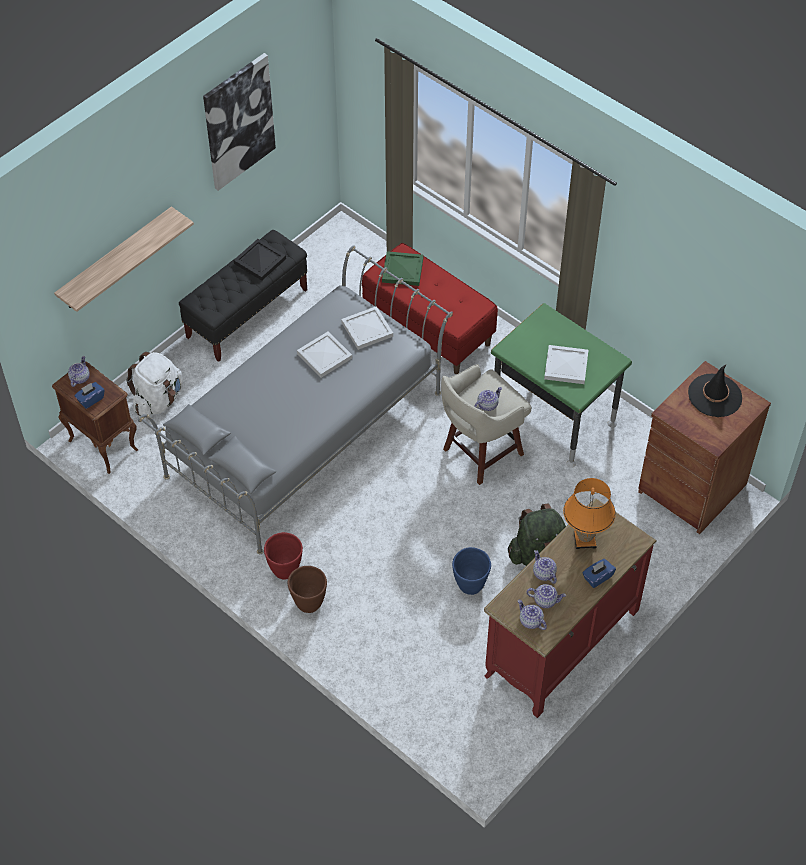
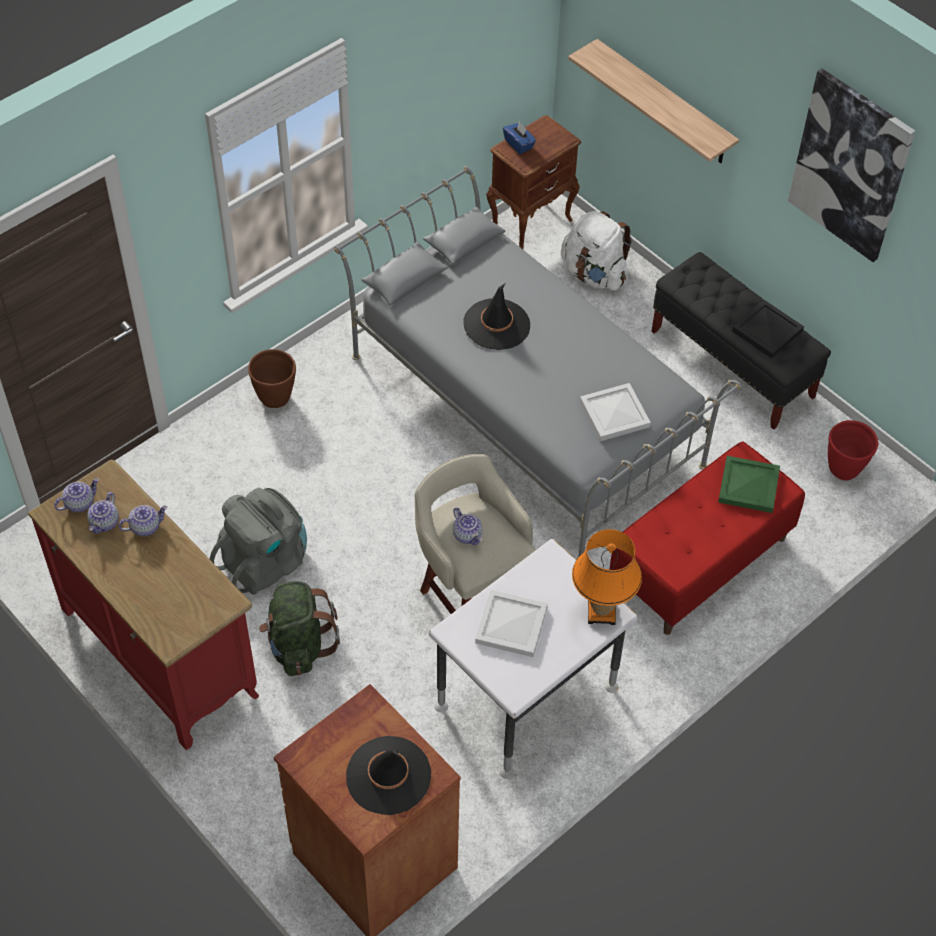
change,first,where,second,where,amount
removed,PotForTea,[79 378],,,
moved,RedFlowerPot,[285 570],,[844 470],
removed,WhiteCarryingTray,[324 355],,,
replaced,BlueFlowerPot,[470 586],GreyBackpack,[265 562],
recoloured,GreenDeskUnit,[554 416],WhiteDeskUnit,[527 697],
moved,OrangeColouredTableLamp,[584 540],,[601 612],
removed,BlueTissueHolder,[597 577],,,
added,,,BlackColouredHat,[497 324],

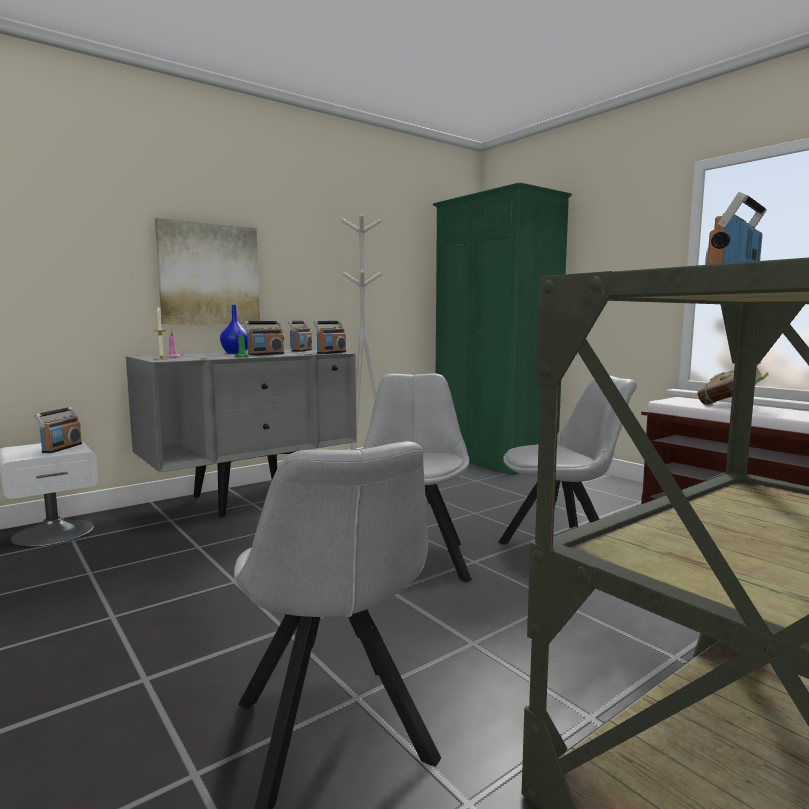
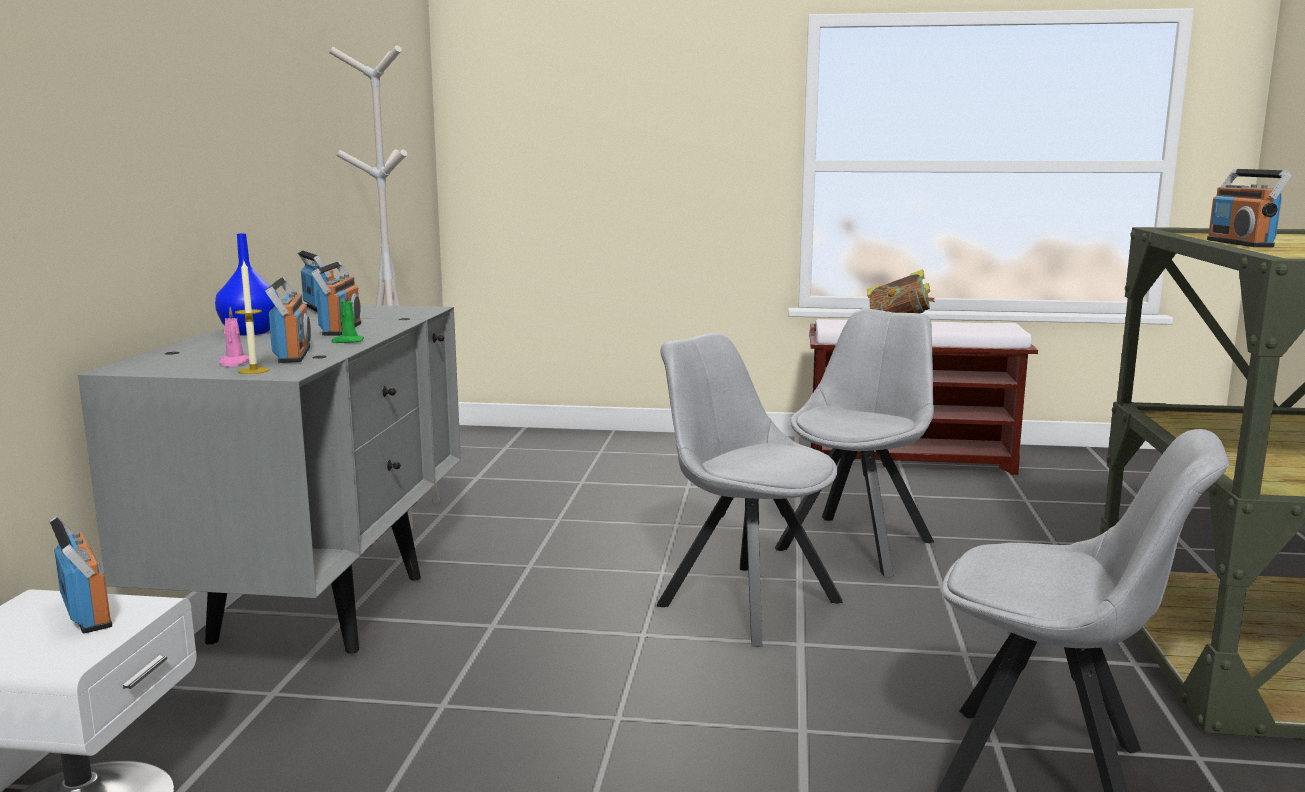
change,first,where,second,where,amount
removed,Picture,[209 274],,,
moved,Radio,[331 353],,[293 355],
removed,GreenArmoire,[493 459],,,

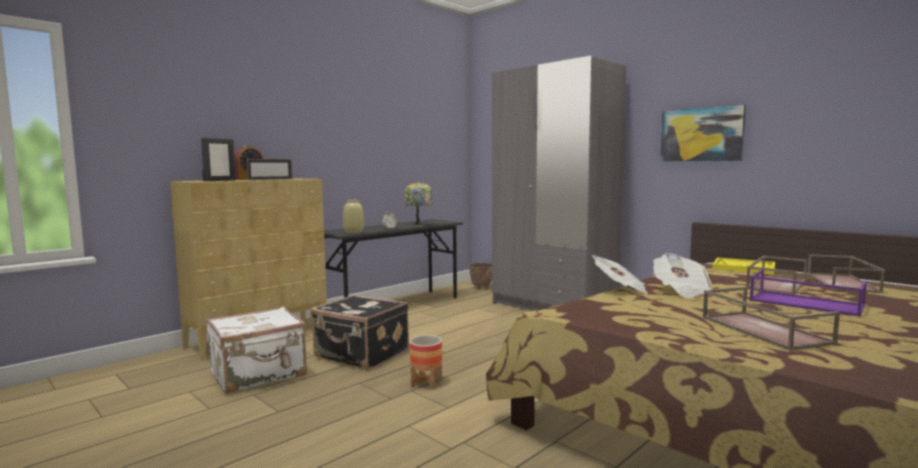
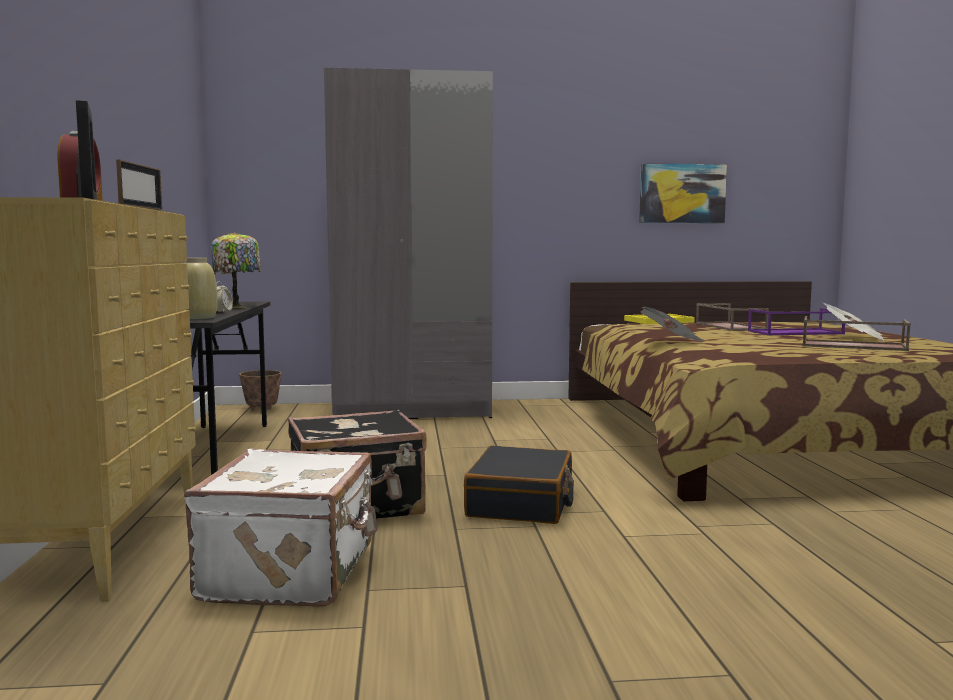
change,first,where,second,where,amount
replaced,FlowerPot,[426 383],BlackColouredPieceOfLuggage,[521 503],
moved,Newspaper,[681 290],,[854 338],
moved,Picture,[701 135],,[682 193],
removed,BrownColouredCarryingTray,[843 283],,,

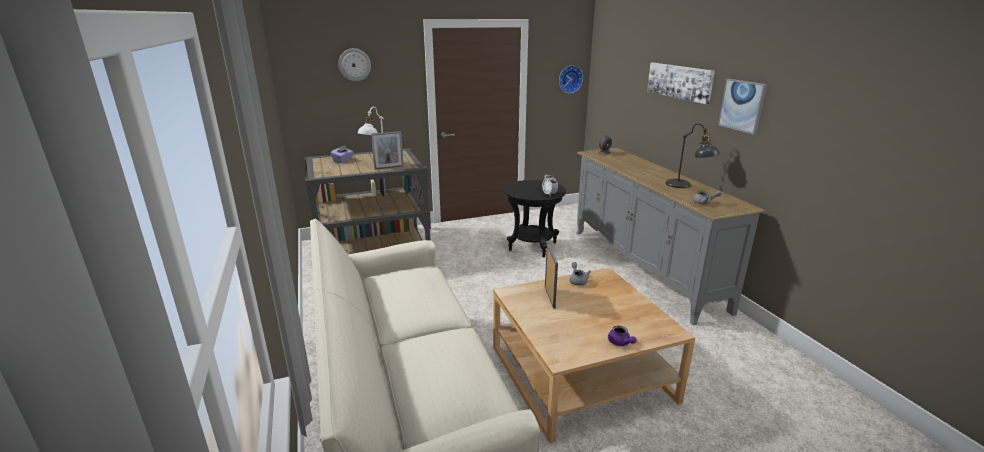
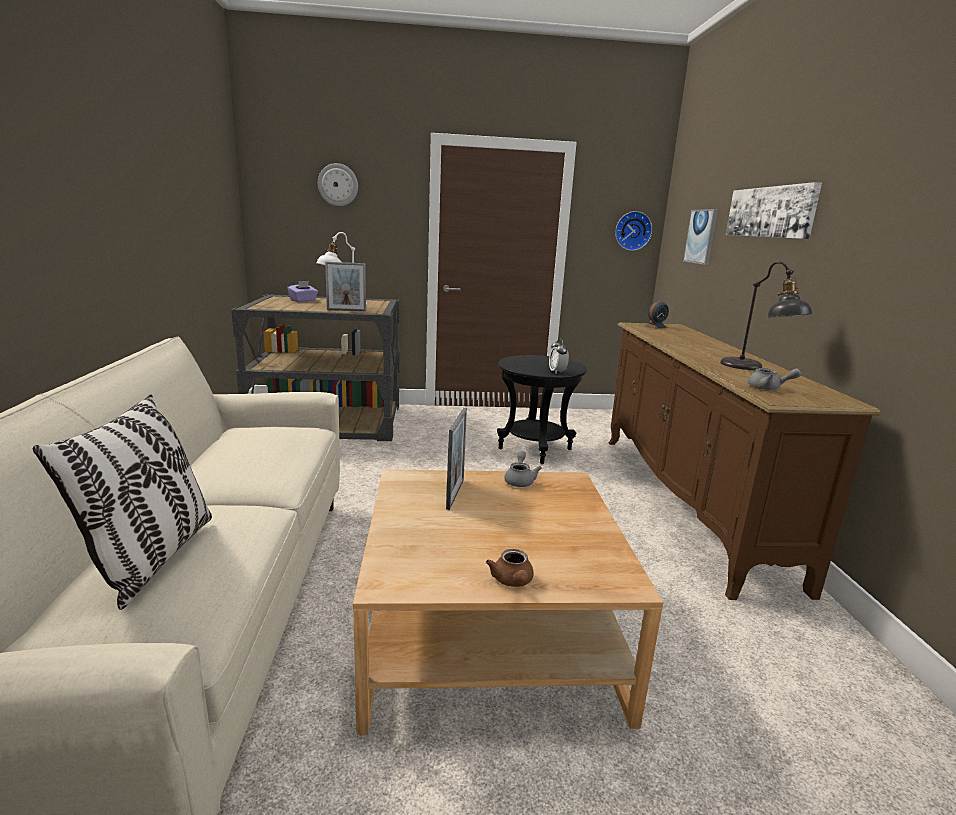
change,first,where,second,where,amount
recoloured,GreyCabinet,[642 267],BrownColouredCabinet,[685 501],
recoloured,PurplishPotForTea,[620 343],BrownColouredPotForTea,[512 581],
moved,Picture,[742 105],,[701 236],
added,,,Pillow,[153 558],

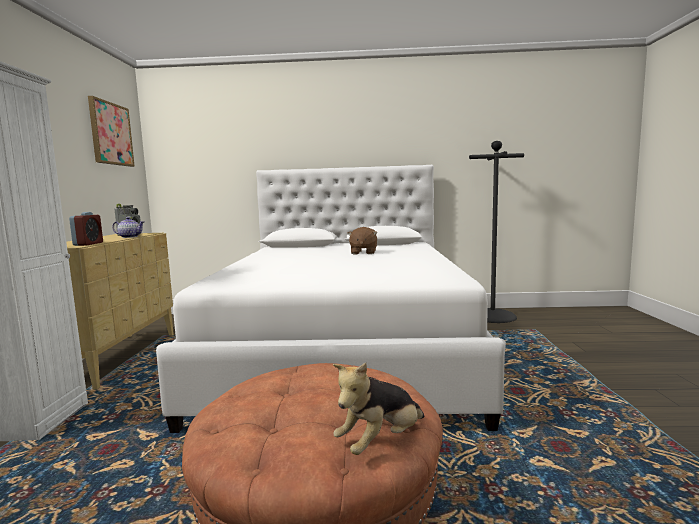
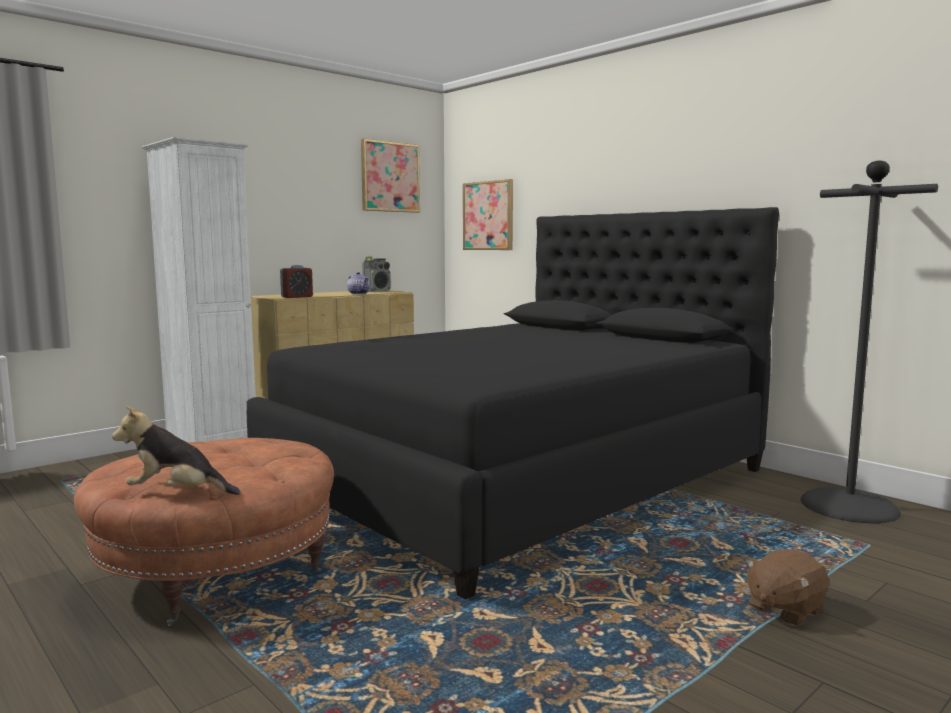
change,first,where,second,where,amount
recoloured,WhiteBedroomBed,[343 352],BlackColouredBedroomBed,[517 478],
moved,BrownColouredCuddlyToy,[363 252],,[784 609],
added,,,Picture,[488 216],

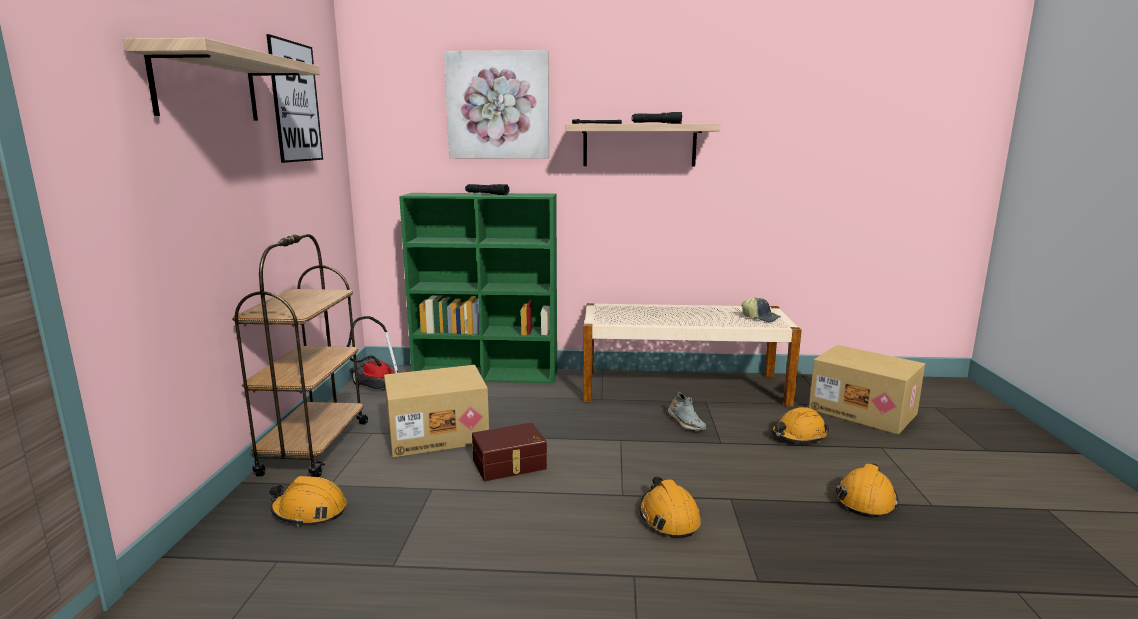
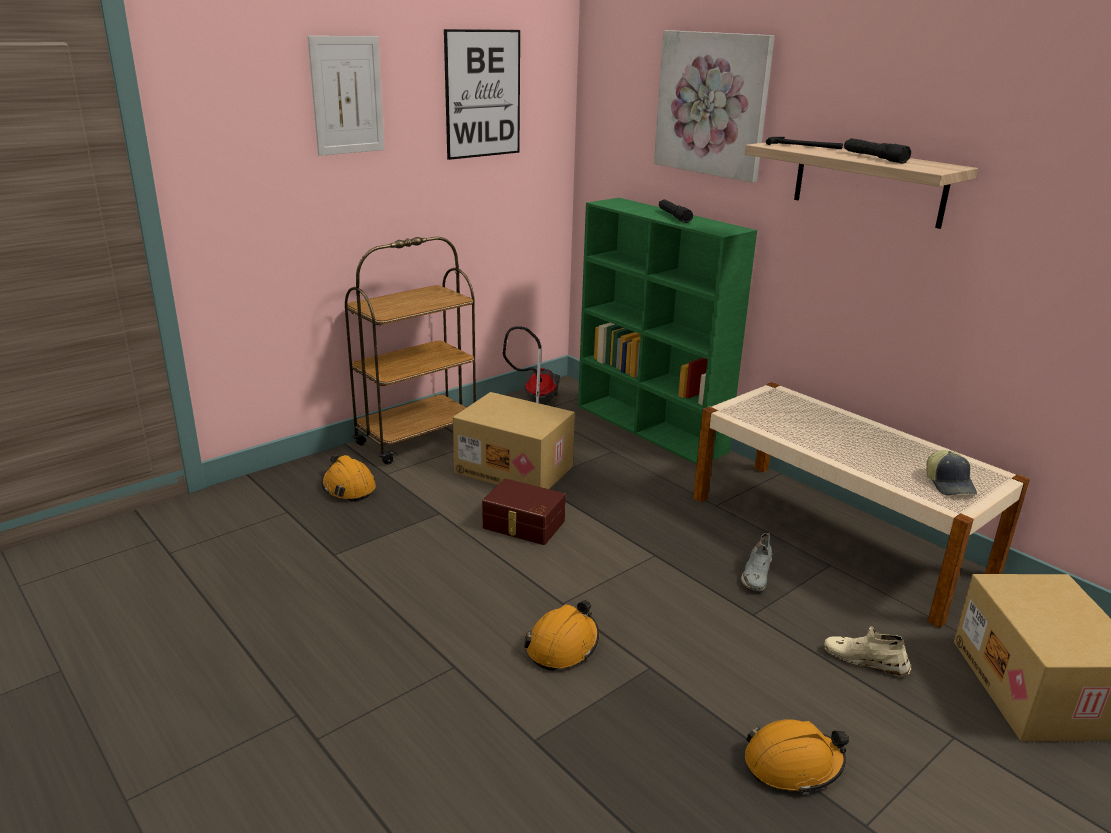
change,first,where,second,where,amount
replaced,WallShelf,[207 86],Picture,[347 95],
replaced,OrangeColouredHardHat,[798 436],SandColouredLowShoe,[865 660],

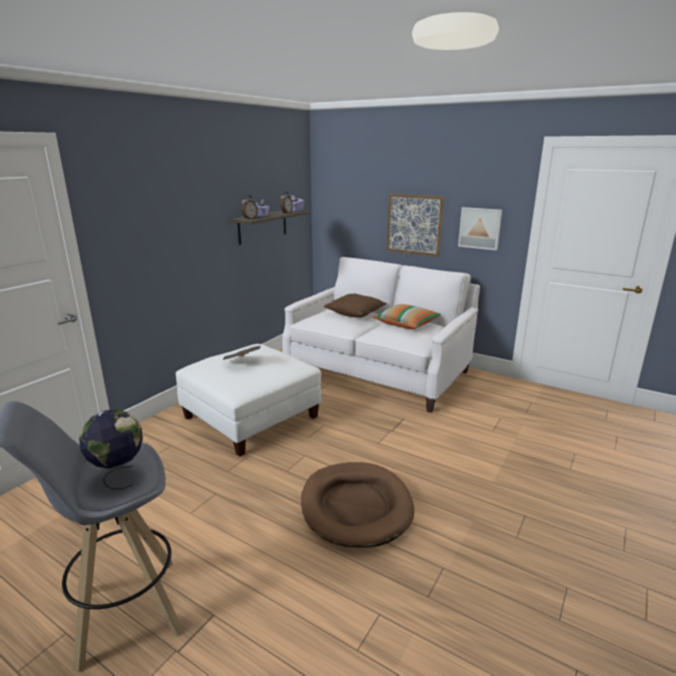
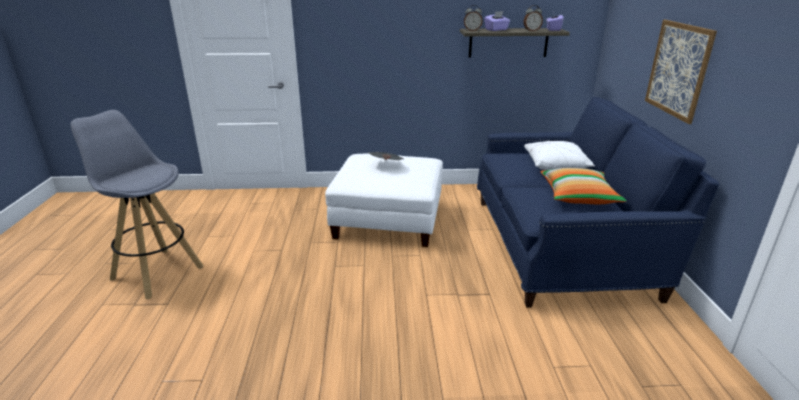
change,first,where,second,where,amount
removed,Globe,[119 475],,,
recoloured,WhiteSettee,[379 371],BlueSettee,[562 244],
removed,BrownColouredDogBed,[356 506],,,
recoloured,BrownColouredPillow,[355 313],WhitePillow,[556 165],
removed,Picture,[480 228],,,

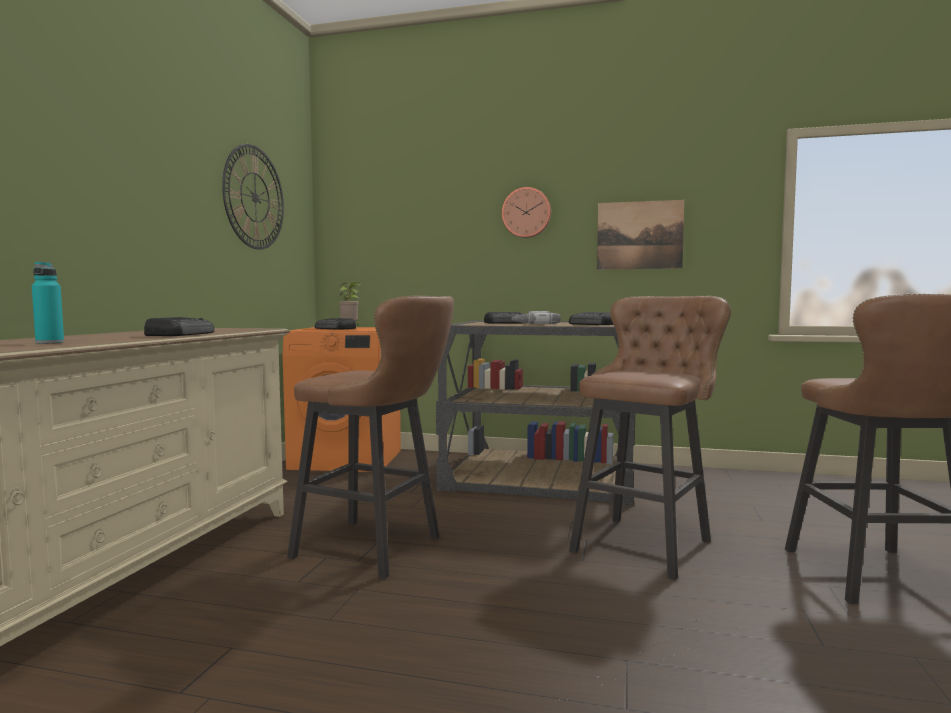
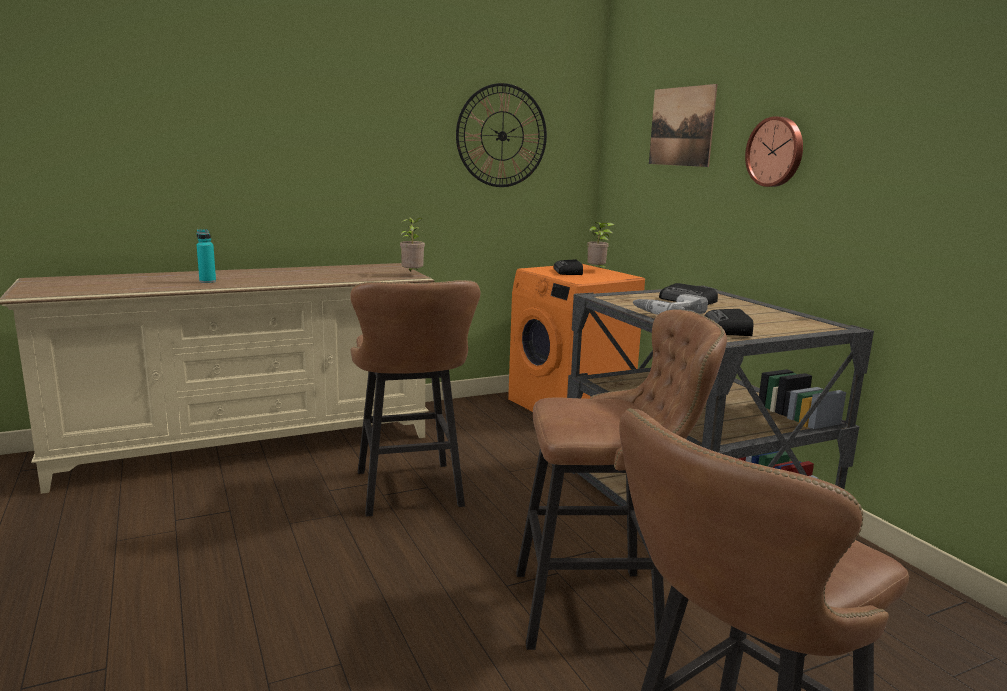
change,first,where,second,where,amount
removed,Radio,[181 334],,,
moved,Picture,[639 235],,[681 126],
added,,,Houseplant,[412 275],

